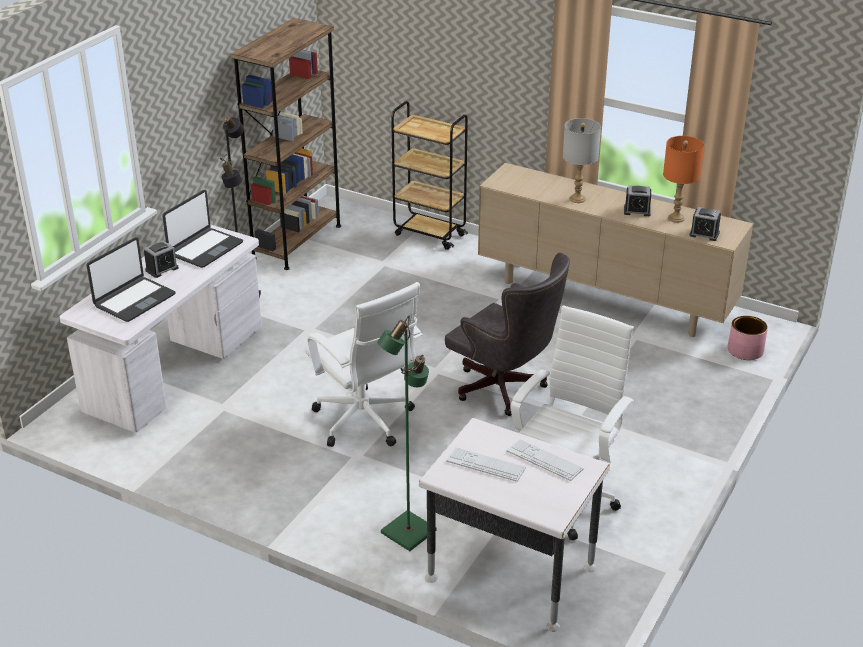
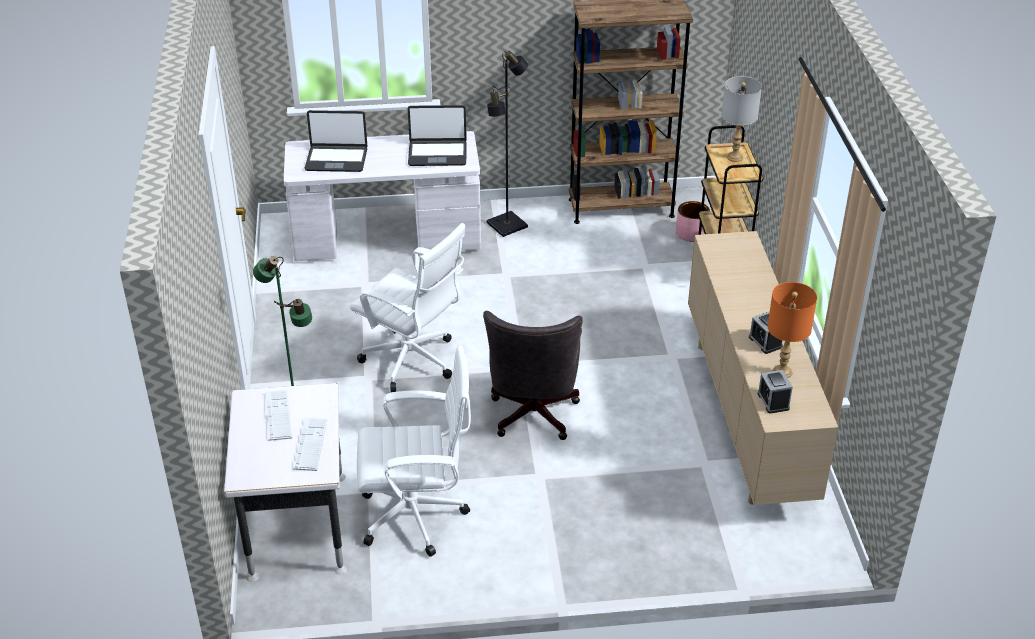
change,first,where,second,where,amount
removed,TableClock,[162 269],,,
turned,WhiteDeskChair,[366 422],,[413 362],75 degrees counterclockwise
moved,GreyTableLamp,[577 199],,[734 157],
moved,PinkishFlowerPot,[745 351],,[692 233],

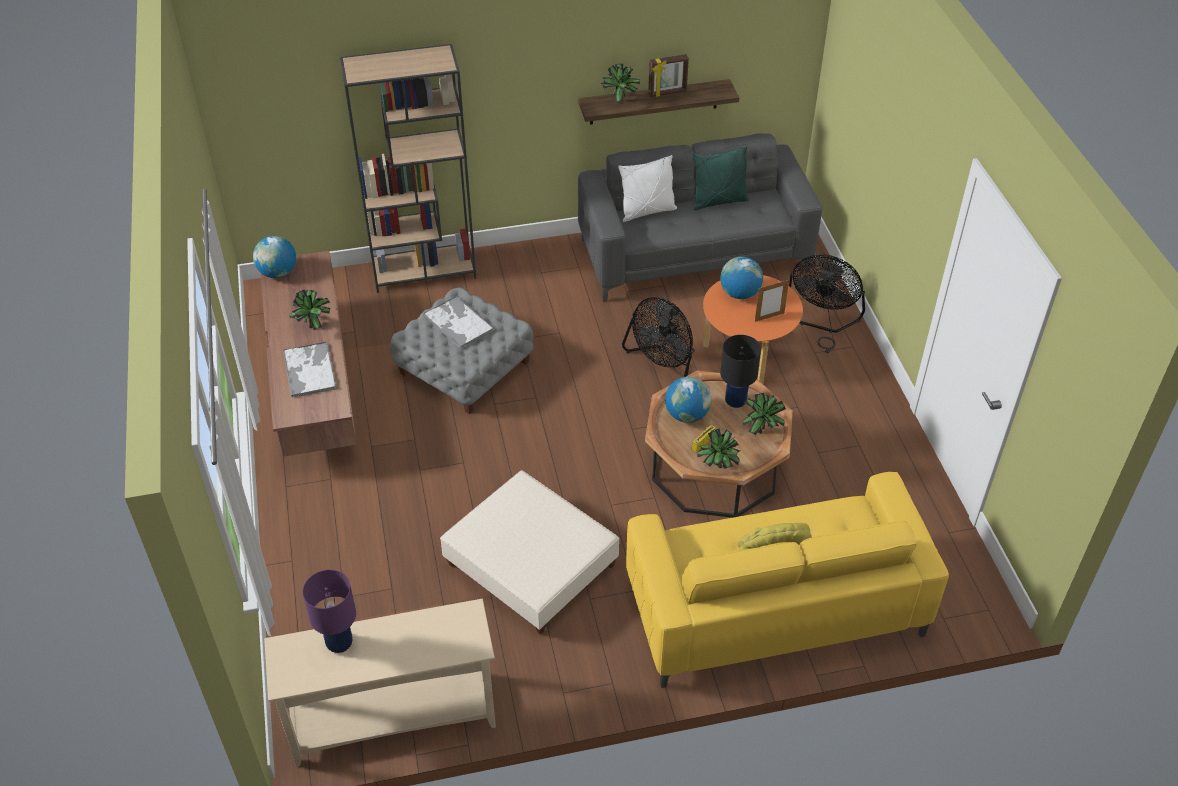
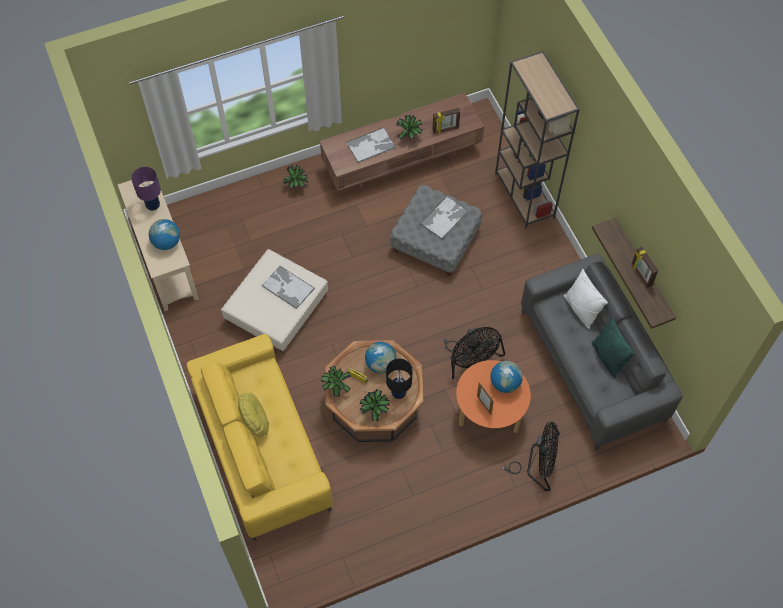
change,first,where,second,where,amount
moved,Globe,[278 273],,[166 242],
moved,Houseplant,[621 103],,[296 186],
turned,BlackColouredCoolingFan,[663 361],,[469 359],150 degrees counterclockwise
added,,,CarryingTray,[287 287],
added,,,PhotoFrame,[445 129],

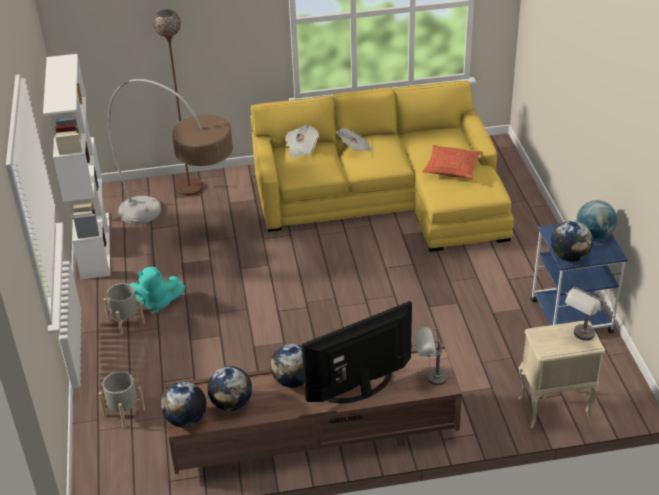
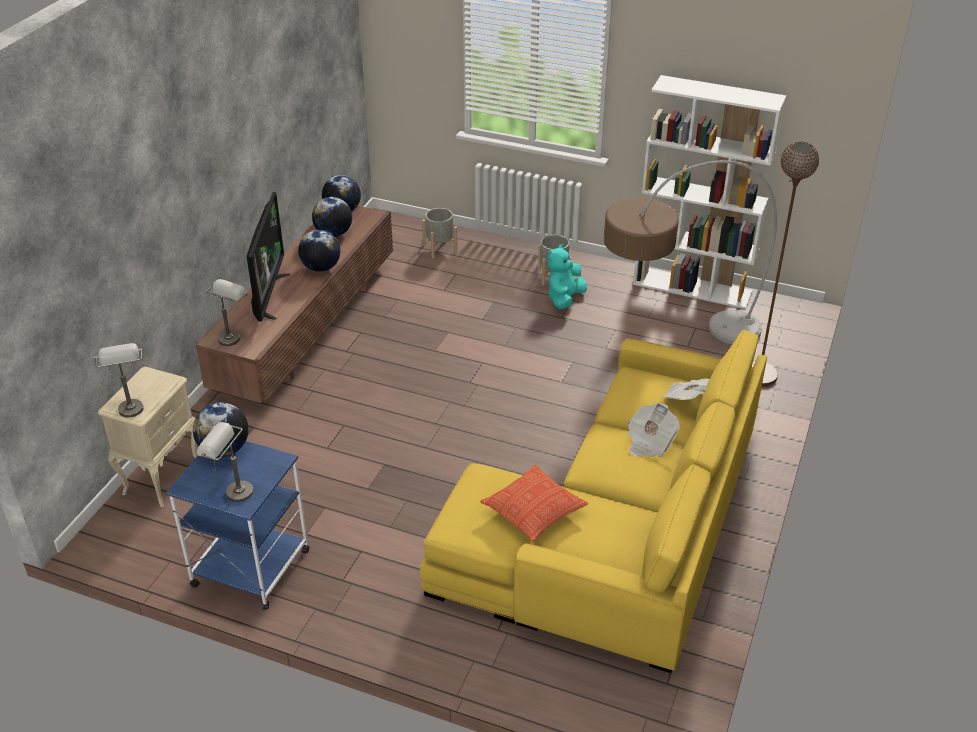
change,first,where,second,where,amount
replaced,Globe,[594 235],GreyTableLamp,[230 491],

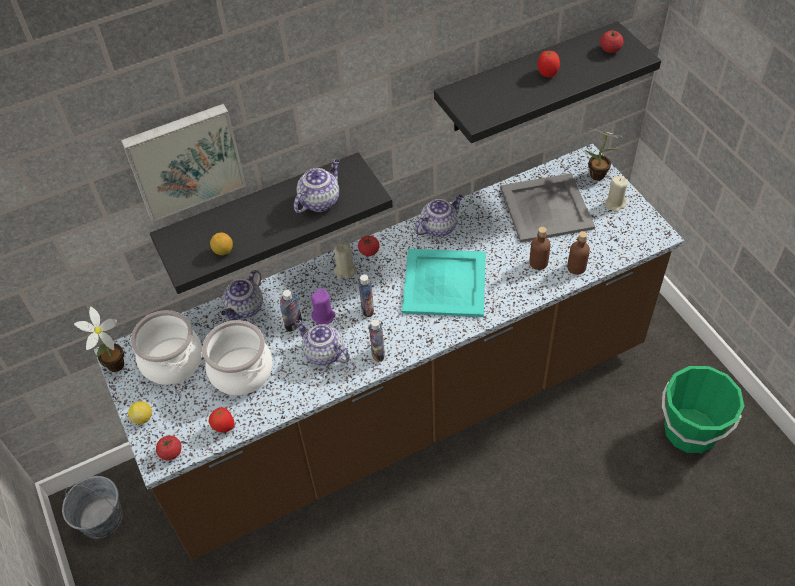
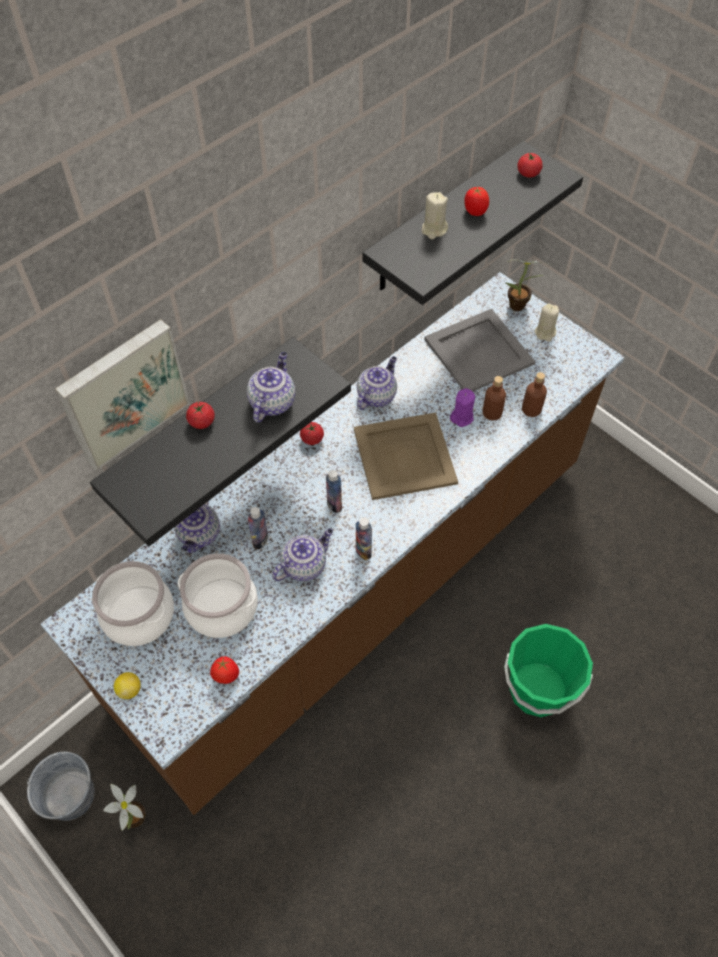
change,first,where,second,where,amount
moved,Houseplant,[114 367],,[135 821],
moved,Tomato,[171 452],,[202 422],
removed,WholeLemon,[223 251],,,
turned,PotForTea,[323 353],,[304 565],120 degrees clockwise
moved,PurplishWaxCandle,[324 316],,[462 417],
moved,SandColouredWaxCandle,[345 271],,[434 230],
recoloured,TurquoiseColouredCarryingTray,[445 283],SandColouredCarryingTray,[405 456],
moved,GreenWaterBucket,[690 431],,[537 690],

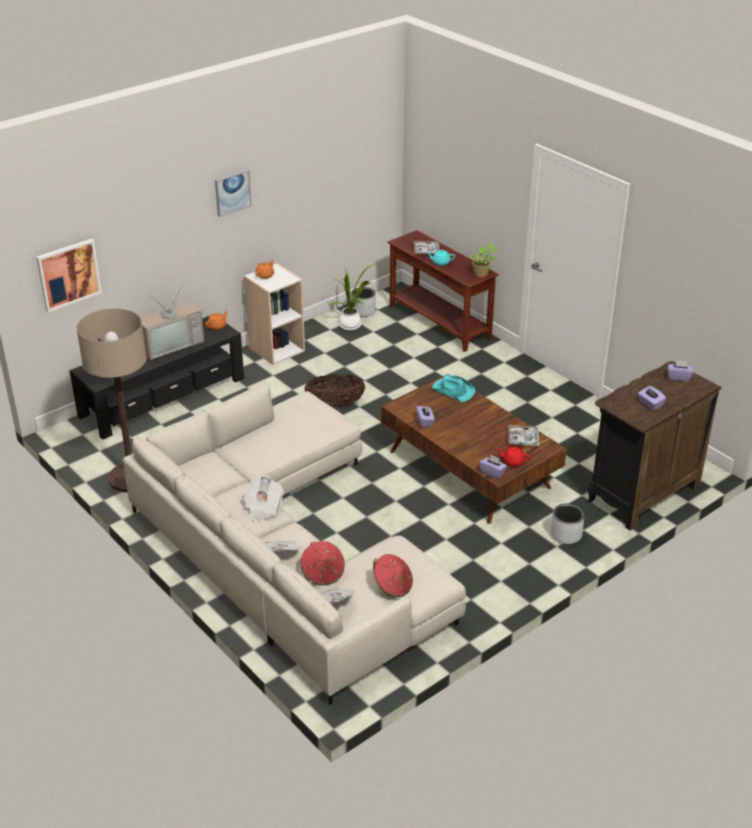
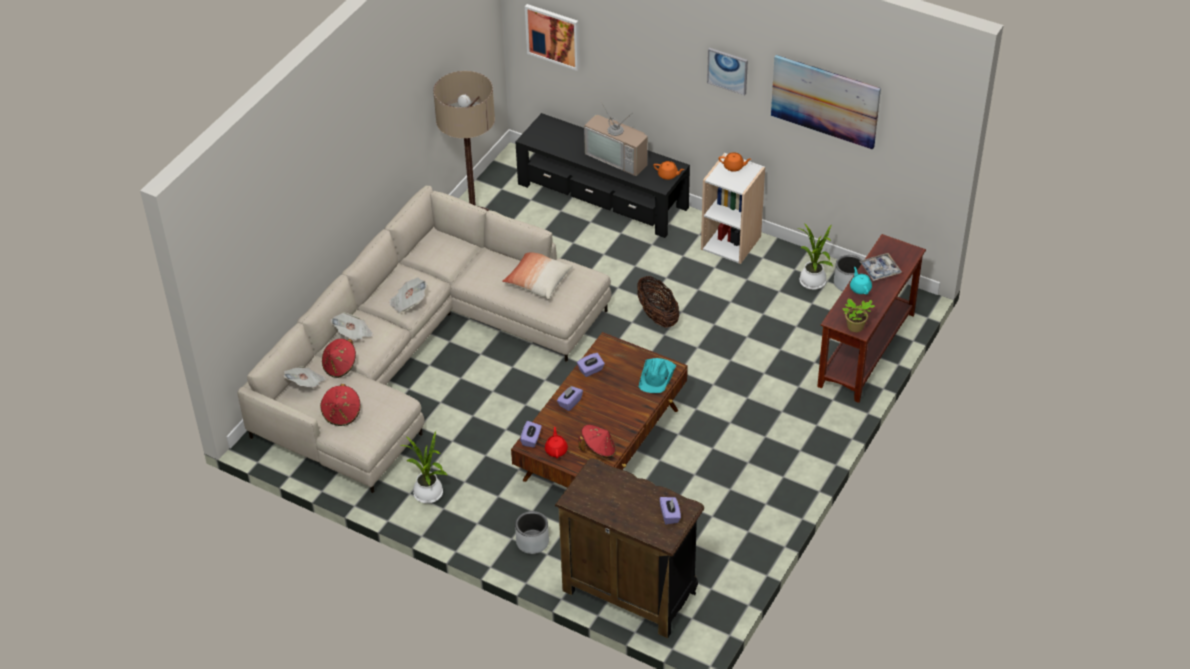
change,first,where,second,where,amount
replaced,CarryingTray,[523 439],RedHat,[598 449],
moved,PurplishTissueHolder,[650 404],,[569 403],
added,,,Houseplant,[429 495],
added,,,Pillow,[538 281],
added,,,Picture,[825 100],

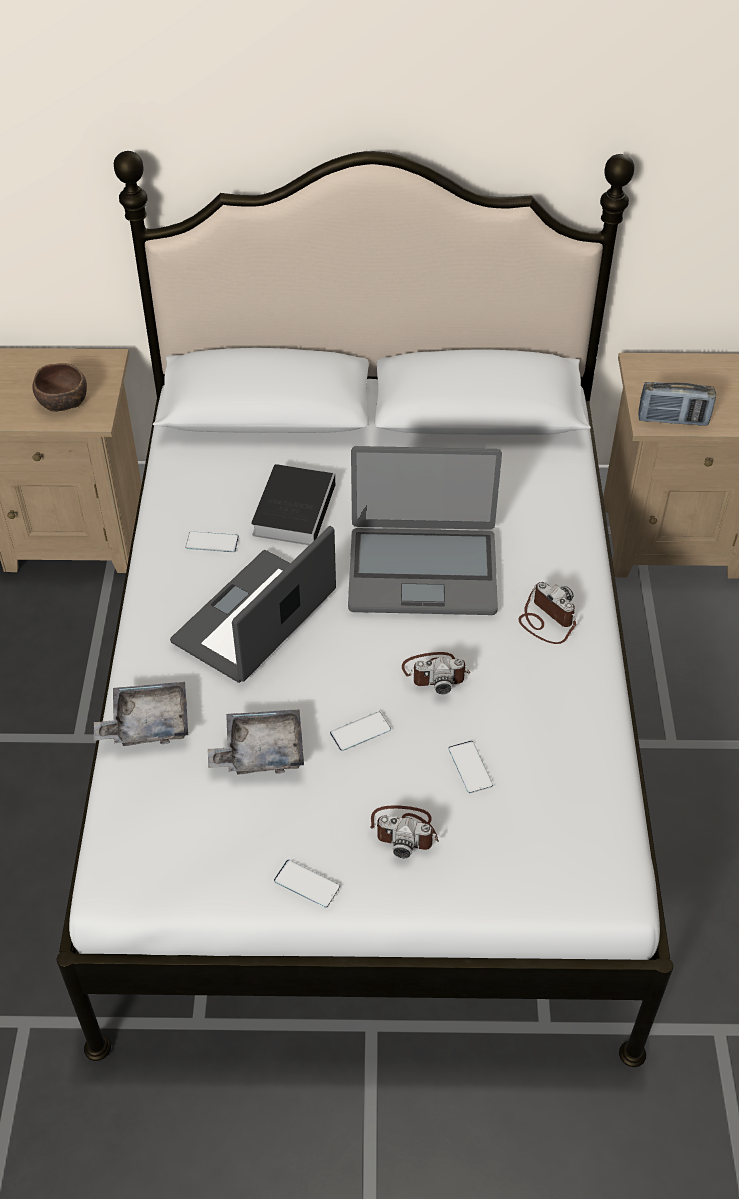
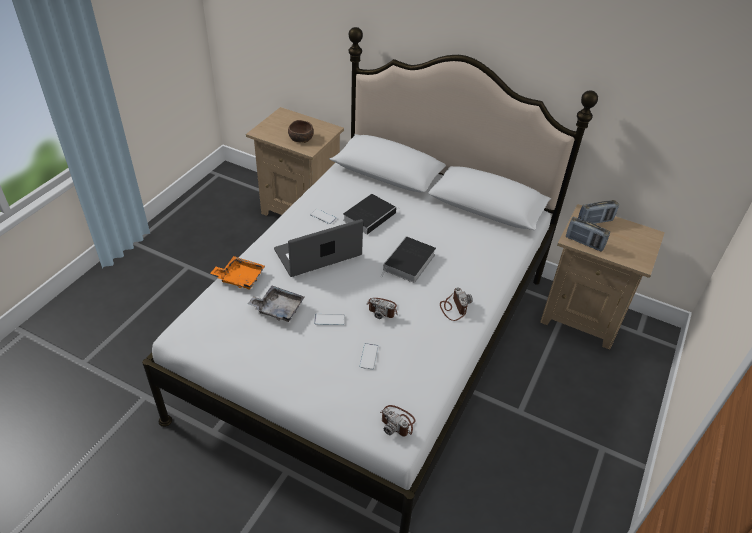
change,first,where,second,where,amount
recoloured,GreyCarryingTray,[147 723],OrangeColouredCarryingTray,[240 277],
removed,Telephone,[307 884],,,
replaced,Laptop,[422 570],Volume,[409 263],
moved,StillCamera,[405 830],,[397 422],
added,,,Radio,[595 221],

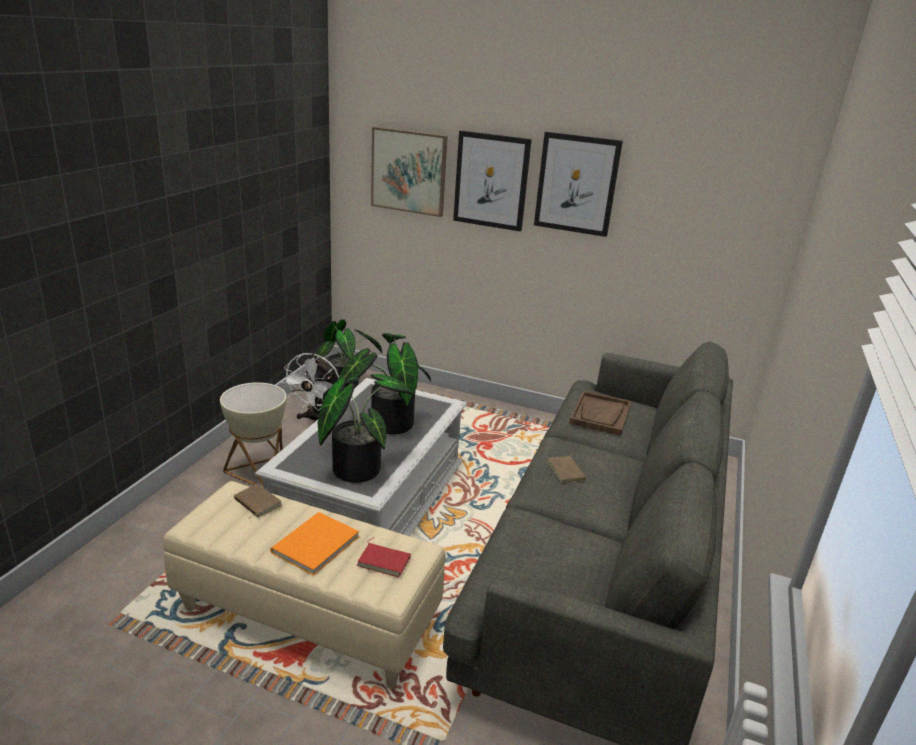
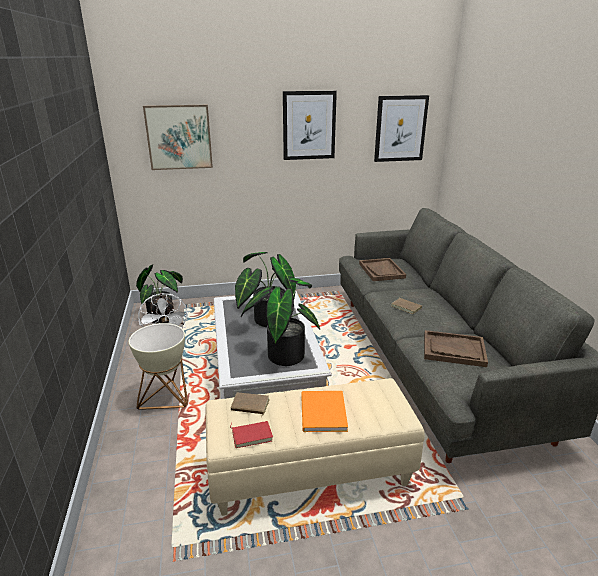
change,first,where,second,where,amount
moved,RedVolume,[384 561],,[252 435],
moved,Picture,[491 181],,[400 128],
added,,,BrownColouredCarryingTray,[453 350],

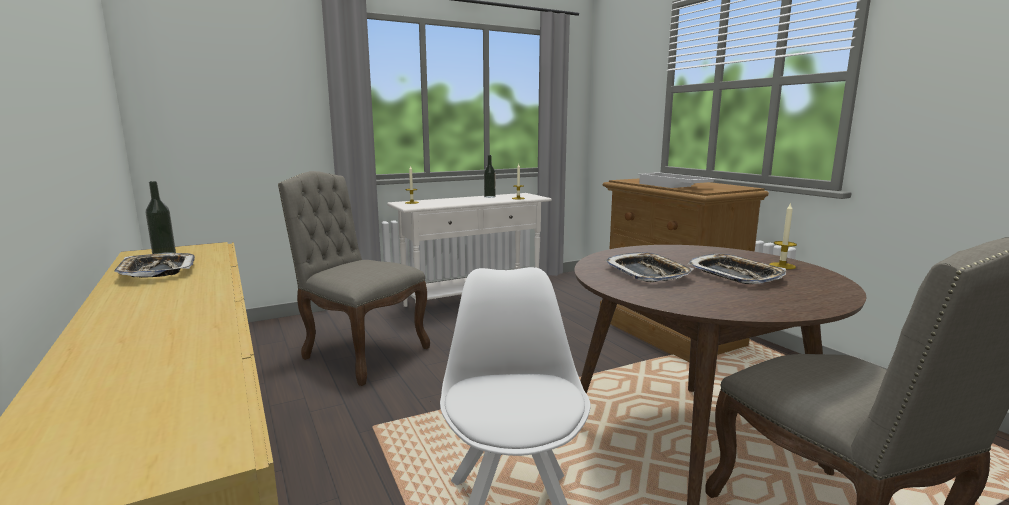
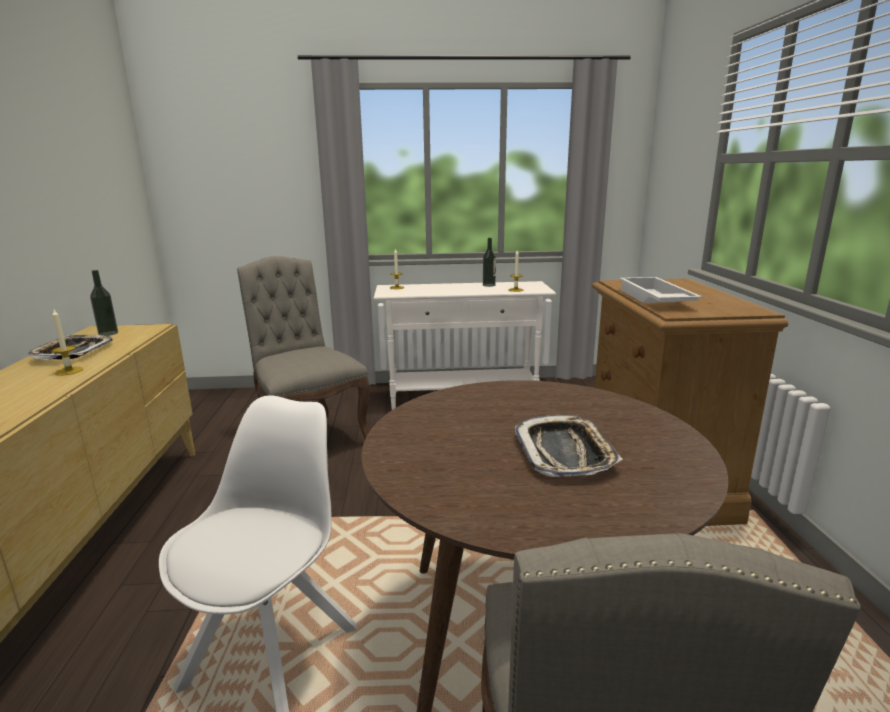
change,first,where,second,where,amount
removed,CarryingTray,[647 273],,,
moved,WaxCandle,[782 266],,[69 371],

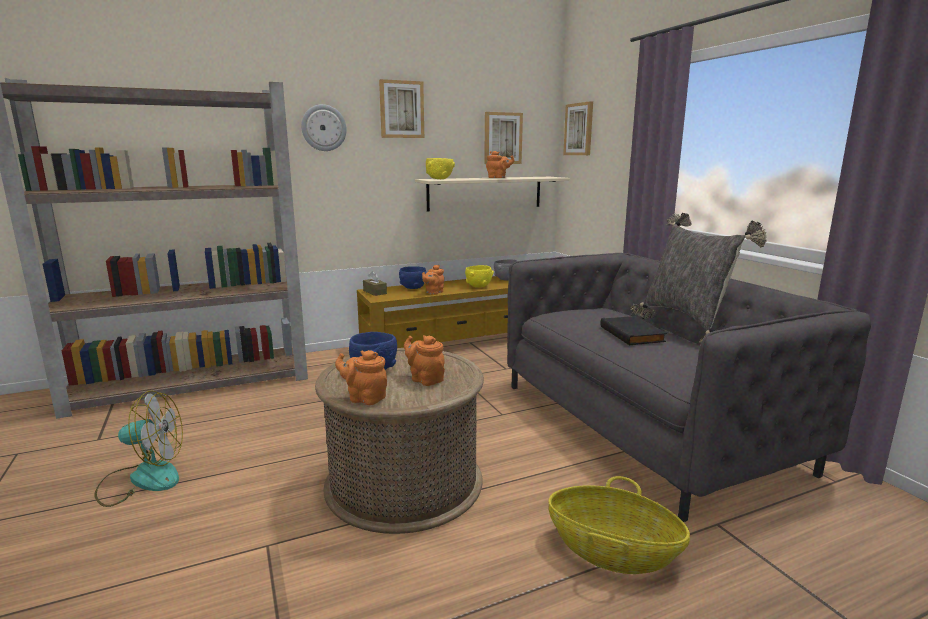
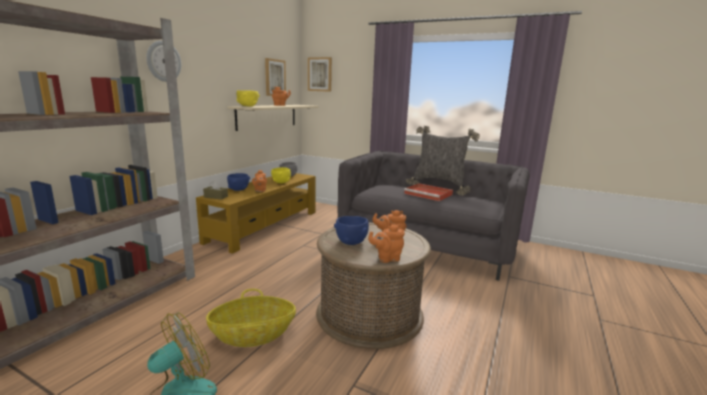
change,first,where,second,where,amount
removed,Picture,[401 109],,,
moved,Basket,[613 551],,[253 335],
replaced,BlackColouredVolume,[633 334],RedCarryingTray,[429 194],

